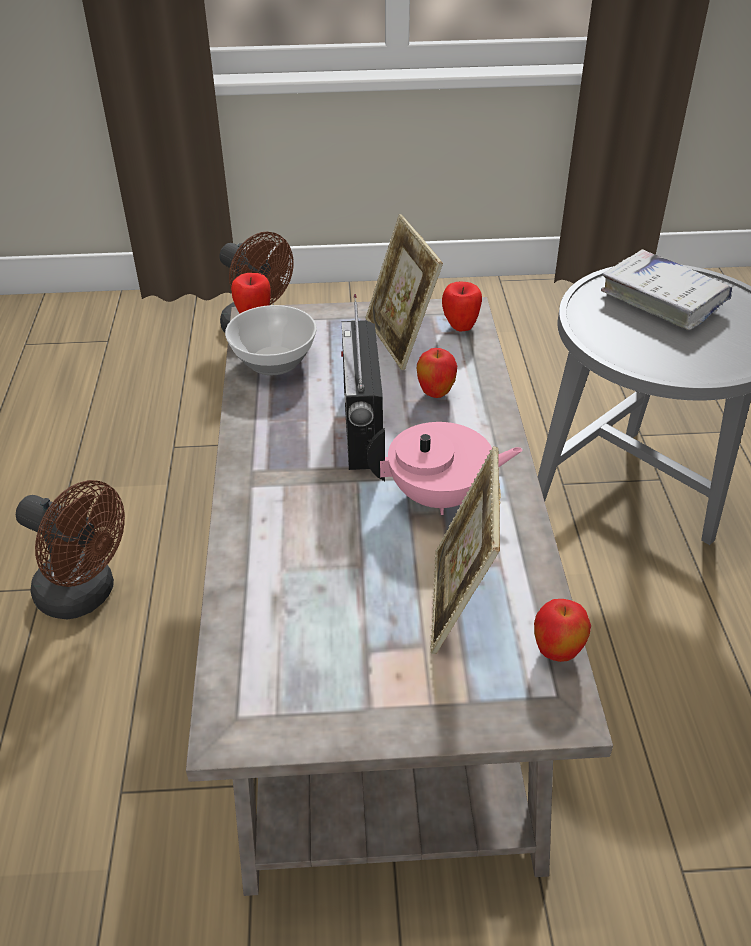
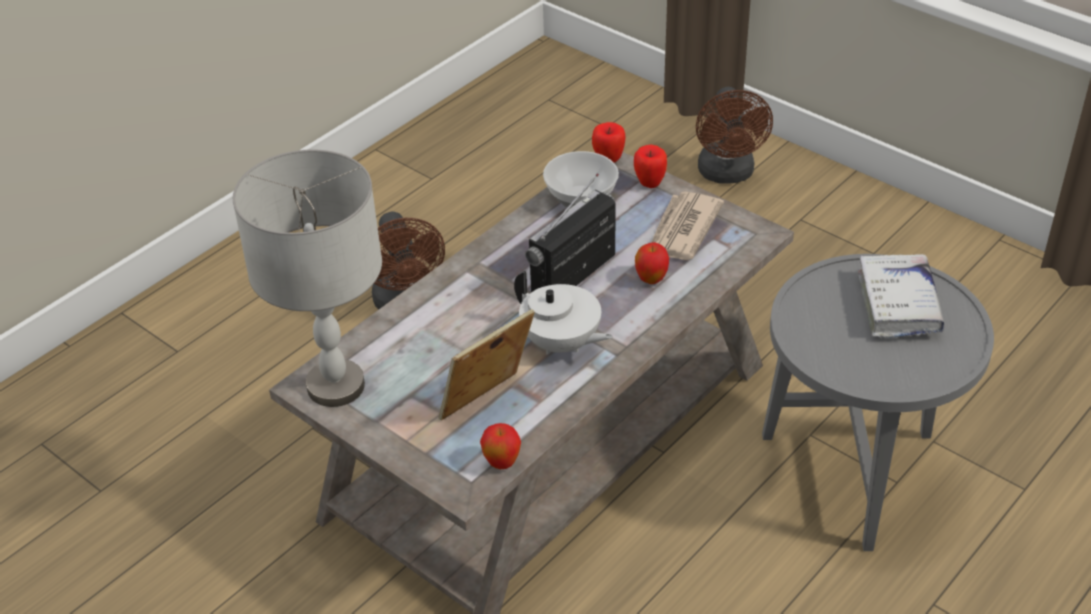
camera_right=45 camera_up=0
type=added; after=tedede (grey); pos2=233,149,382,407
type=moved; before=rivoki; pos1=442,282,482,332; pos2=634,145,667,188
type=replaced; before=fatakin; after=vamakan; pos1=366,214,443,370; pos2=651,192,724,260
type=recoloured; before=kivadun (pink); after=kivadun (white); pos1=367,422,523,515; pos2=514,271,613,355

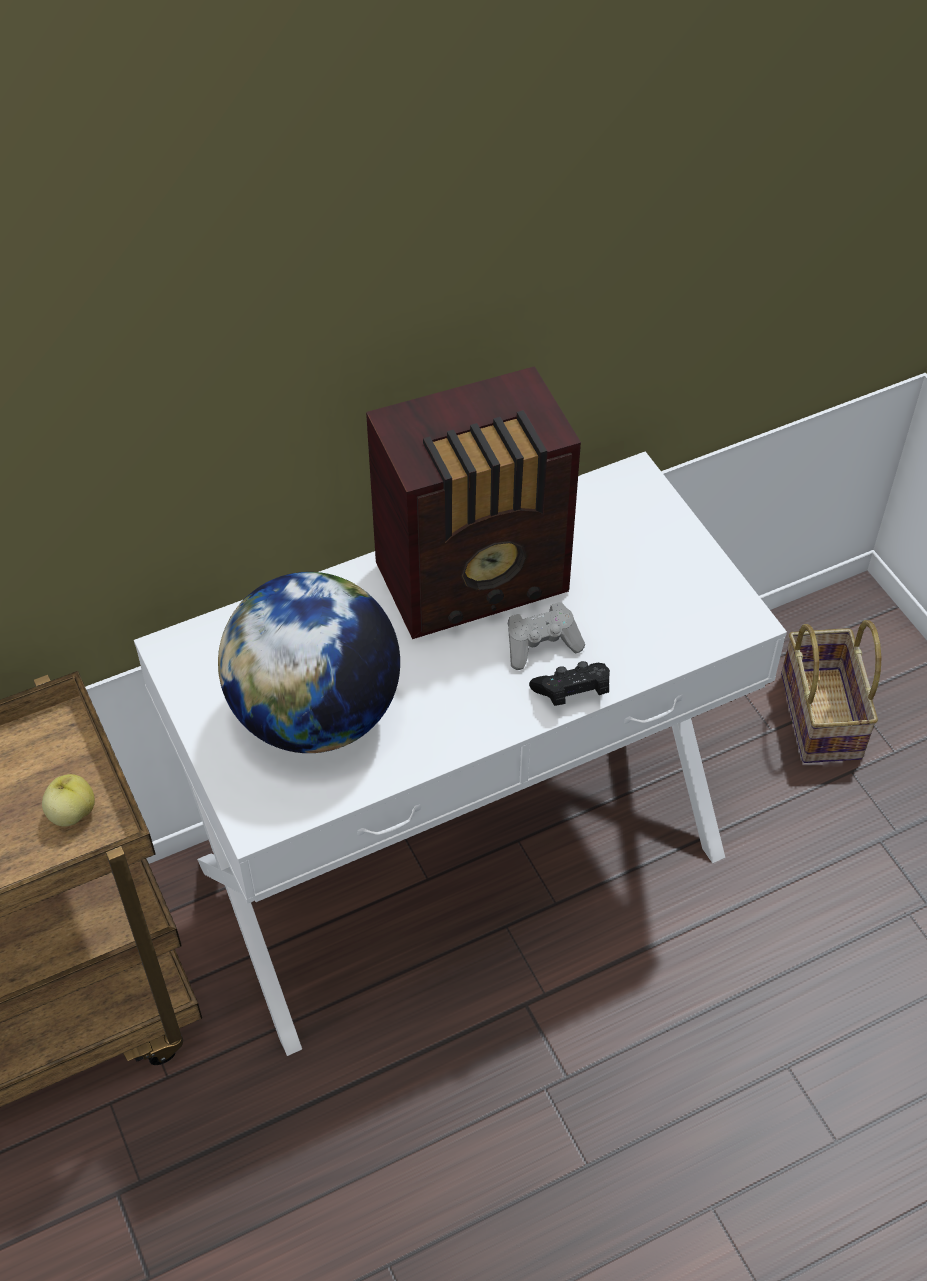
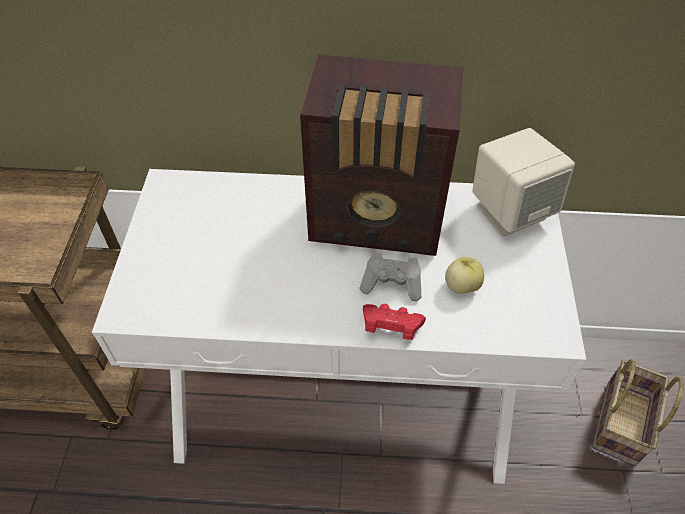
camera_right=30 camera_up=0
type=removed; before=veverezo; pos1=218,572,400,753
type=added; after=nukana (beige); pos2=472,128,575,237
type=moved; before=rivoki; pos1=42,774,95,827; pos2=445,257,484,294
type=recoloured; before=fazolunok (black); after=fazolunok (red); pos1=529,661,610,706; pos2=363,304,426,340

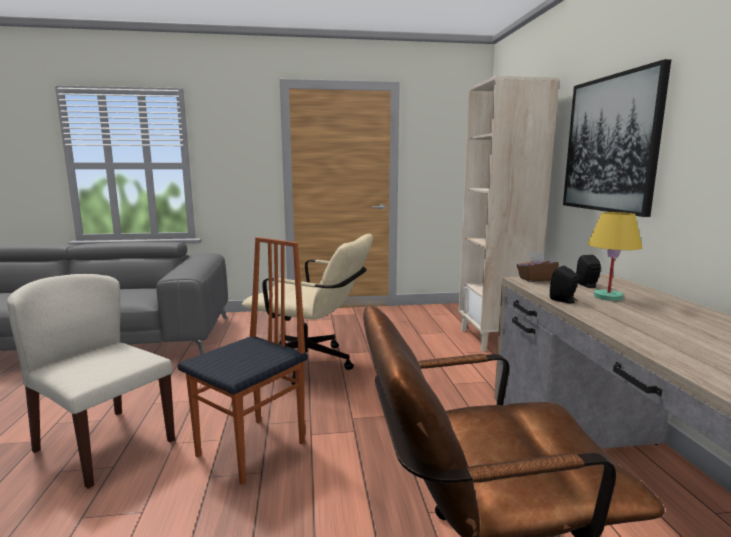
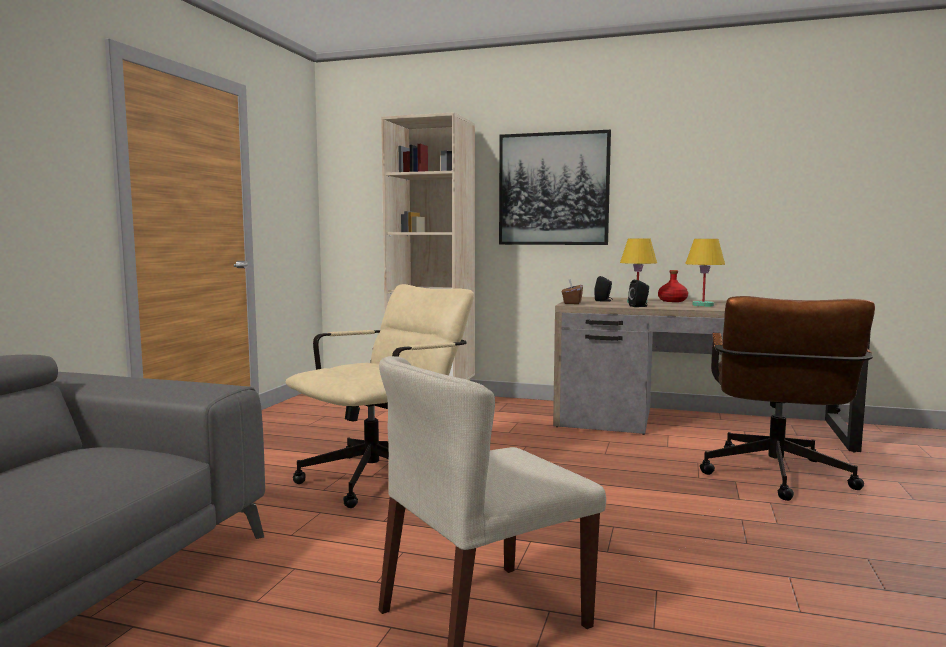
camera_right=-65 camera_up=-5
type=removed; before=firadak; pos1=178,237,308,485
type=added; after=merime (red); pos2=658,270,688,302
type=added; after=tedede (yellow); pos2=685,239,725,307

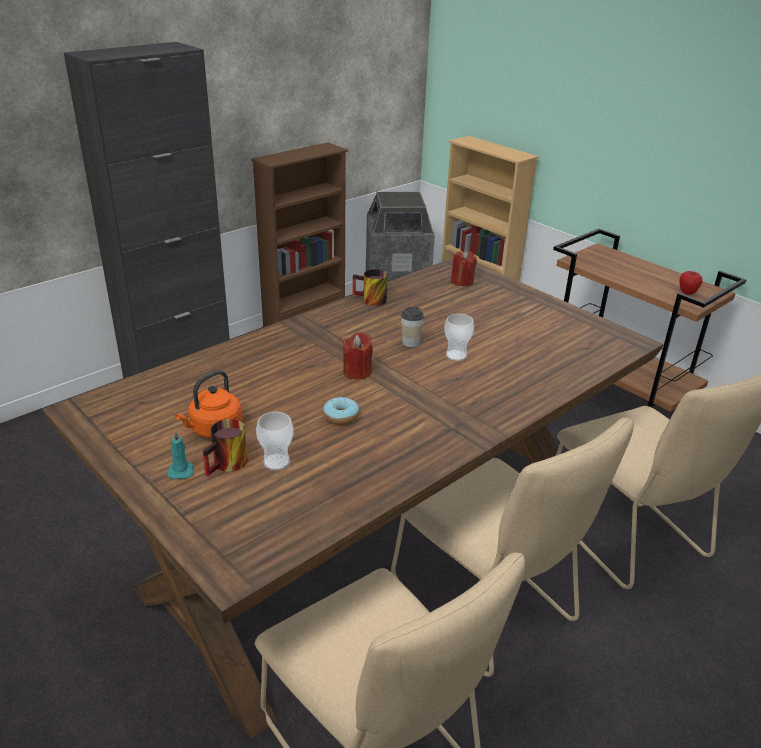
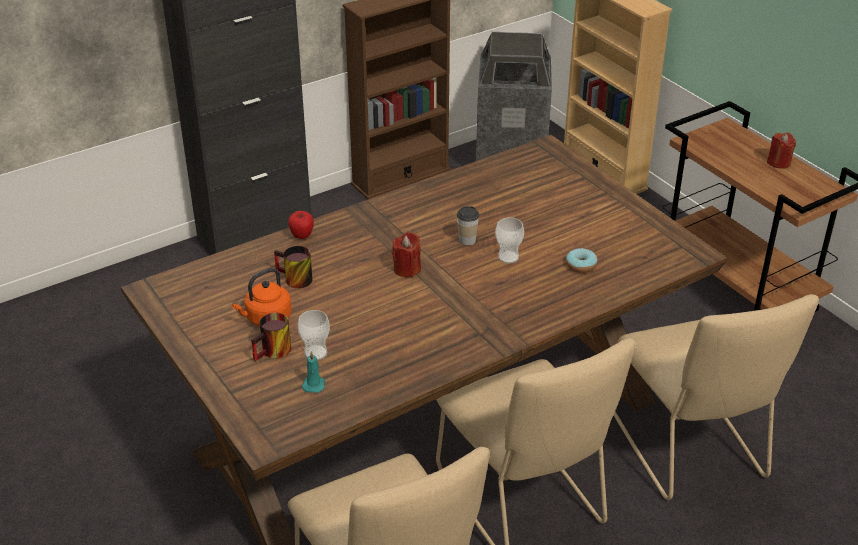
camera_right=10 camera_up=5
type=moved; before=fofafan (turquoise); pos1=167,430,194,480; pos2=302,351,325,393
type=moved; before=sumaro; pos1=323,397,359,425; pos2=566,248,598,273
type=moved; before=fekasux; pos1=352,269,387,306; pos2=274,246,312,288
type=moved; before=fofafan (red); pos1=451,250,477,286; pos2=767,133,796,169
type=moved; before=rivoki; pos1=679,271,703,295; pos2=288,211,314,239

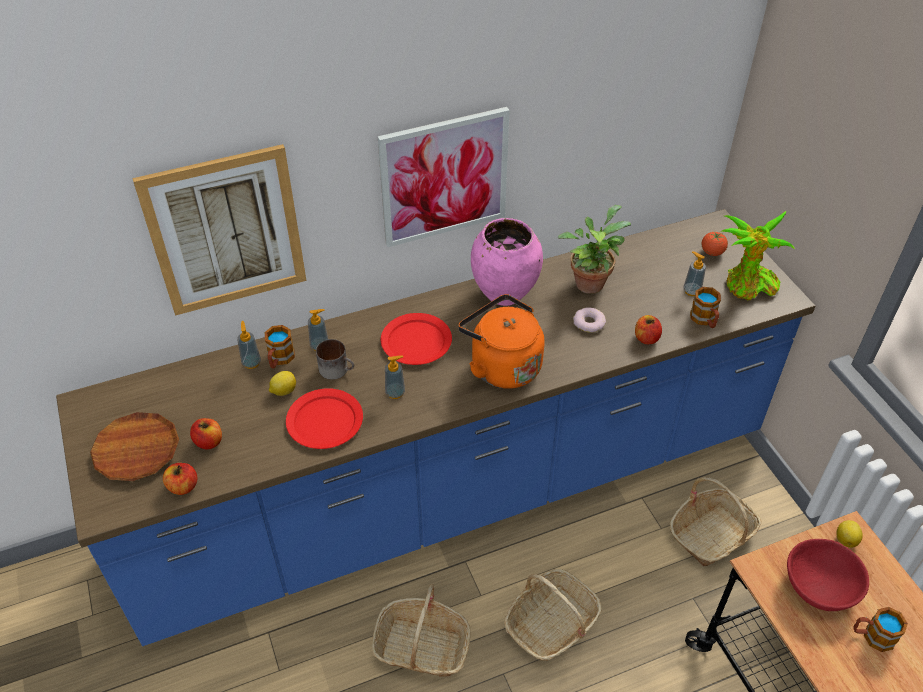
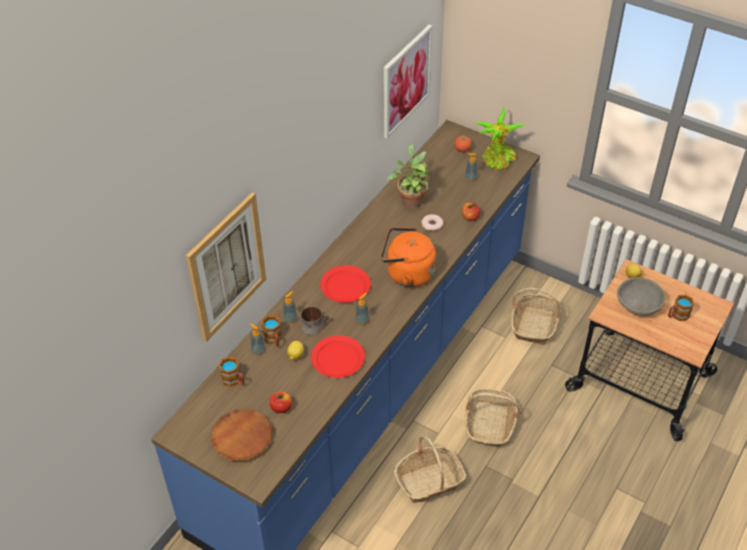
camera_right=-35 camera_up=0
type=removed; before=rivoki; pos1=163,463,197,495
type=removed; before=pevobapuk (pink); pos1=471,218,543,306
type=moved; before=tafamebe; pos1=378,107,510,247; pos2=384,25,433,138
type=moved; before=fekasux; pos1=690,287,721,328; pos2=218,357,244,387
type=recoloured; before=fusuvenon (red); after=fusuvenon (grey); pos1=787,539,869,611; pos2=617,277,665,316

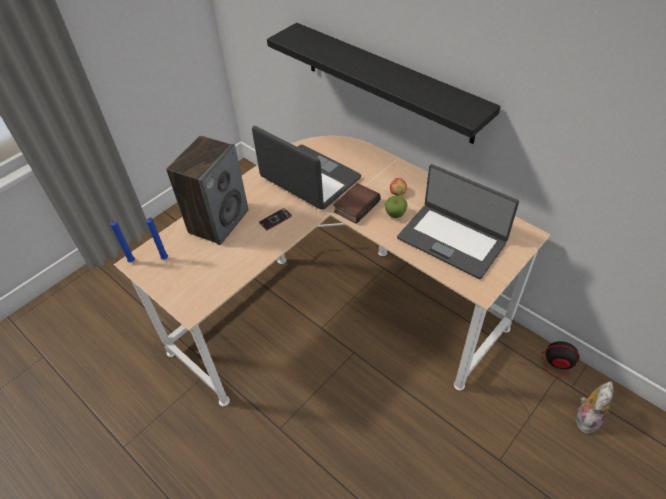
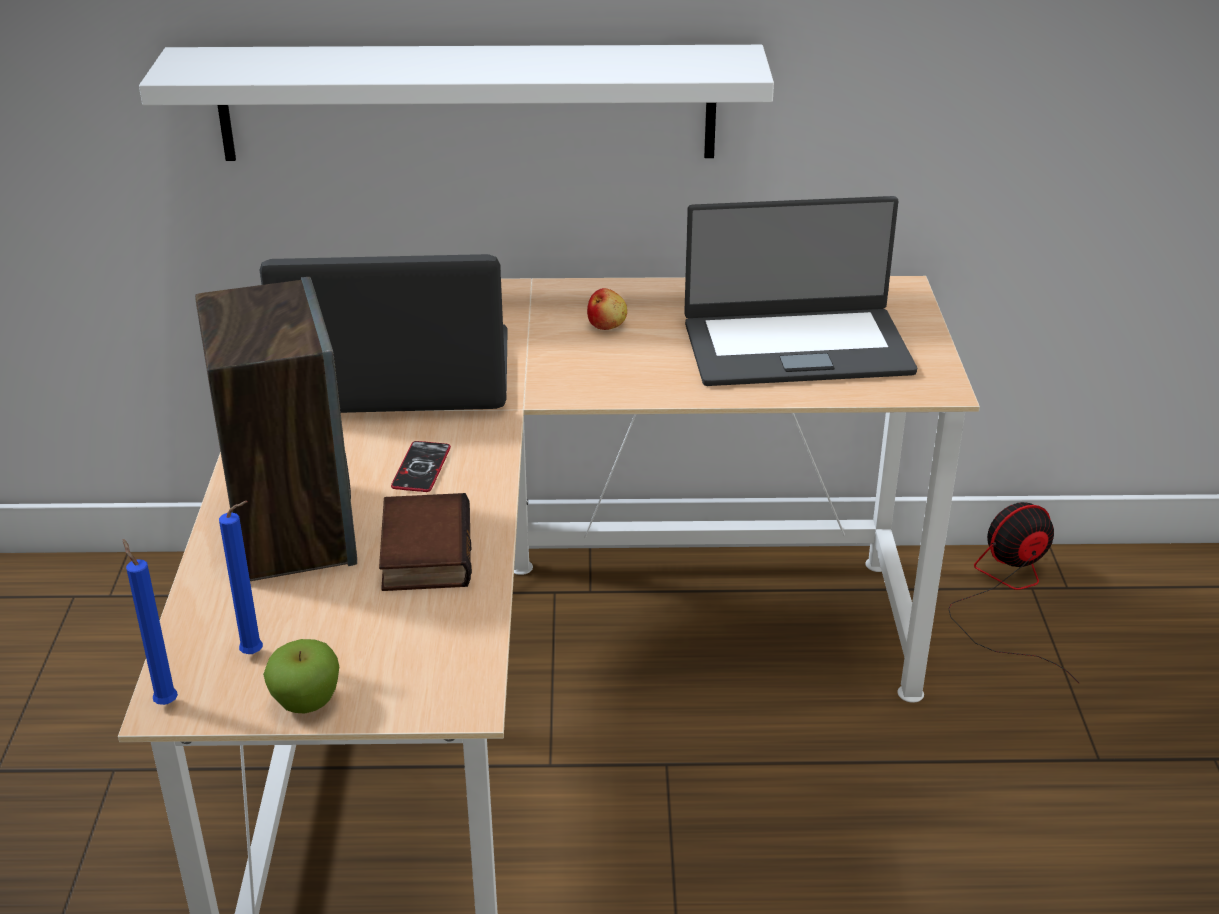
camera_right=-45 camera_up=-15
type=removed; before=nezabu; pos1=576,381,614,434
type=moved; before=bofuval; pos1=333,183,381,224; pos2=379,493,472,591
type=moved; before=rivoki; pos1=384,196,407,218; pos2=263,639,339,714
type=recoloured; before=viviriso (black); after=viviriso (white); pos1=267,23,501,144; pos2=139,45,774,161

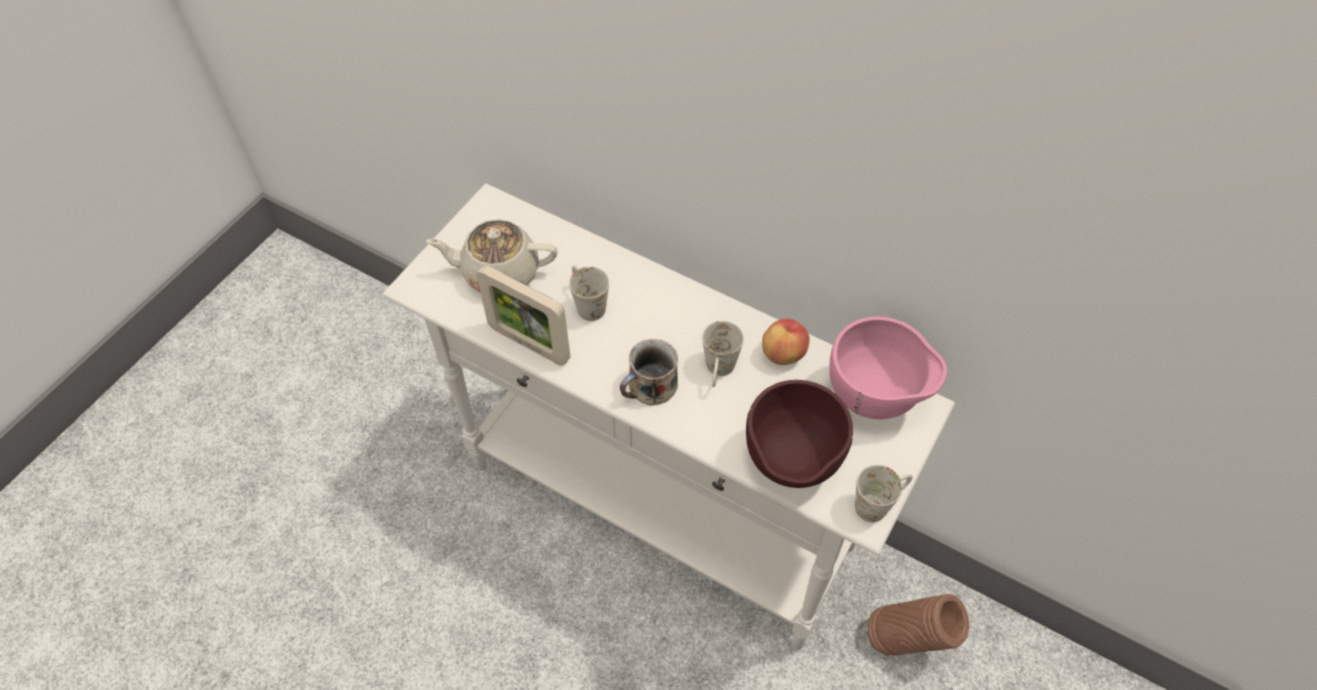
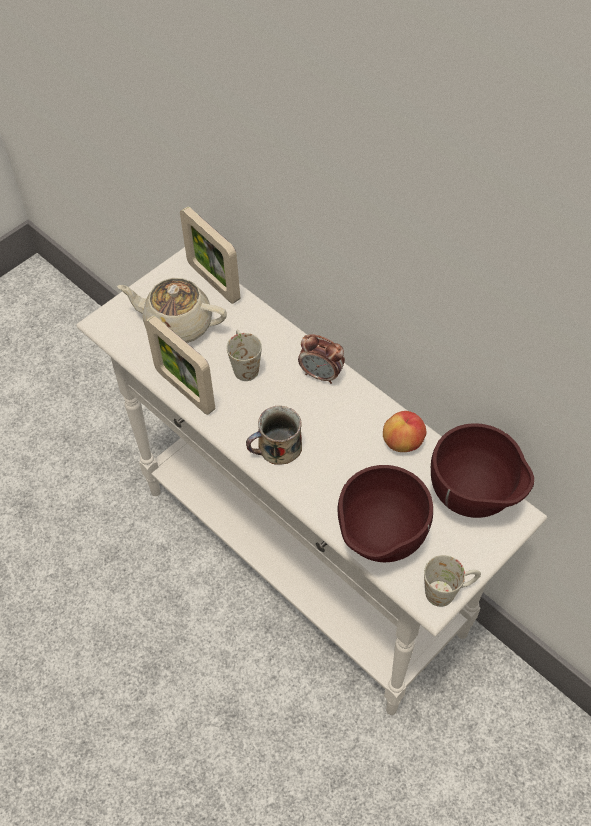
camera_right=15 camera_up=0
type=removed; before=fekasux (white); pos1=702,321,744,387
type=removed; before=pevobapuk (brown); pos1=868,594,969,655
type=added; after=fatakin; pos2=180,207,240,304
type=added; after=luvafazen; pos2=298,334,345,384
type=recoloured; before=fusuvenon (pink); after=fusuvenon (brown); pos1=829,317,947,419; pos2=431,423,534,518

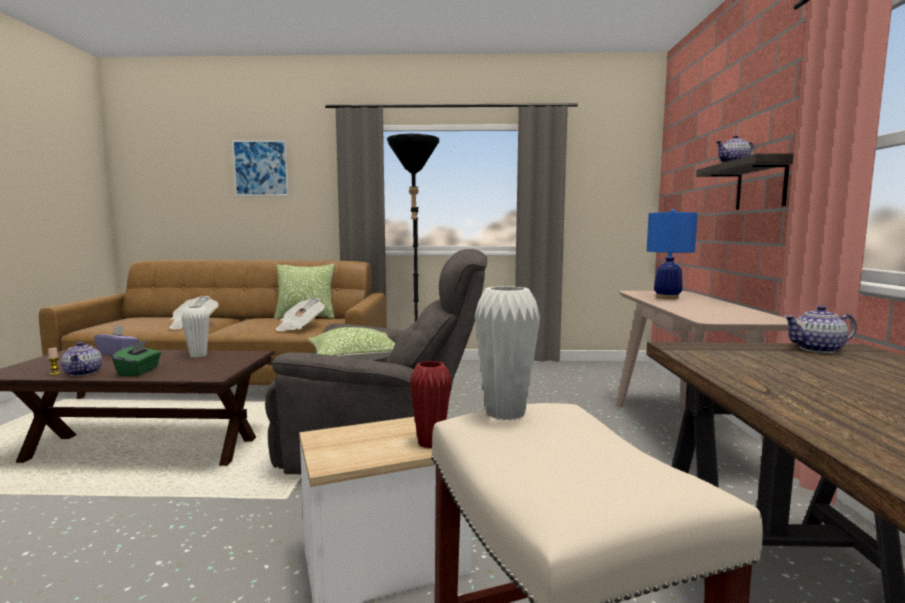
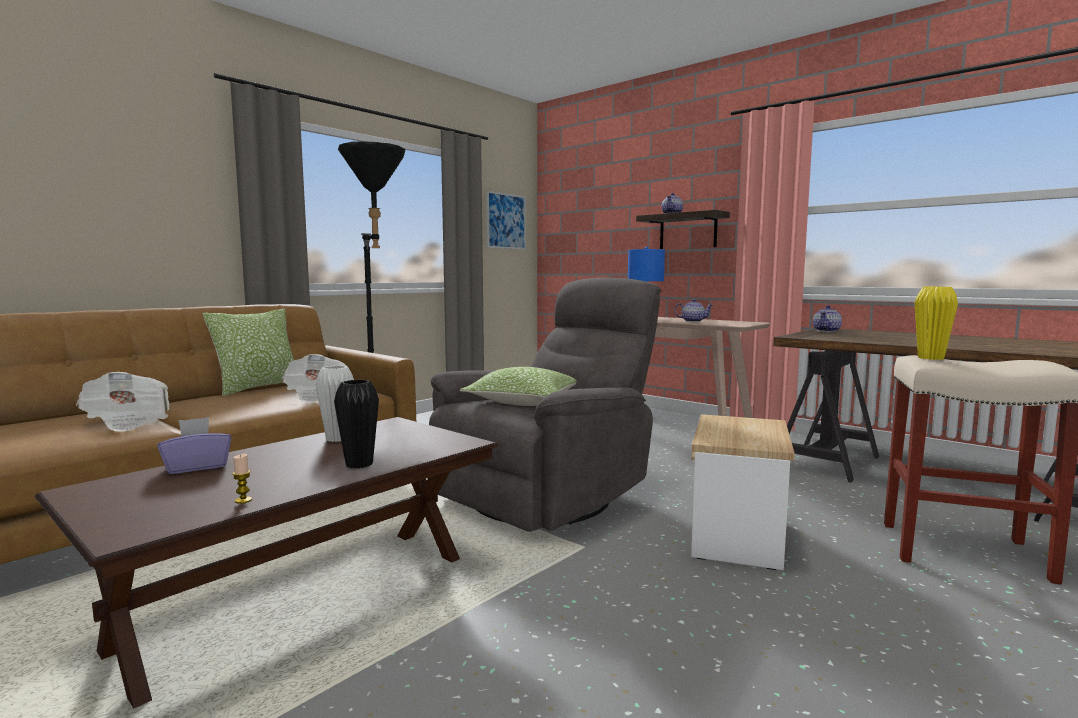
camera_right=-50 camera_up=0
type=removed; before=pevobapuk (red); pos1=410,361,451,449
type=moved; before=kivadun; pos1=61,342,102,376; pos2=674,299,713,322
type=moved; before=tafamebe; pos1=232,140,289,196; pos2=486,191,526,250
type=replaced; before=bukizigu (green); after=pevobapuk (black); pos1=112,339,161,376; pos2=334,380,379,468
type=recoloured; before=pevobapuk (white); after=pevobapuk (yellow); pos1=475,286,540,420; pos2=915,287,958,360

